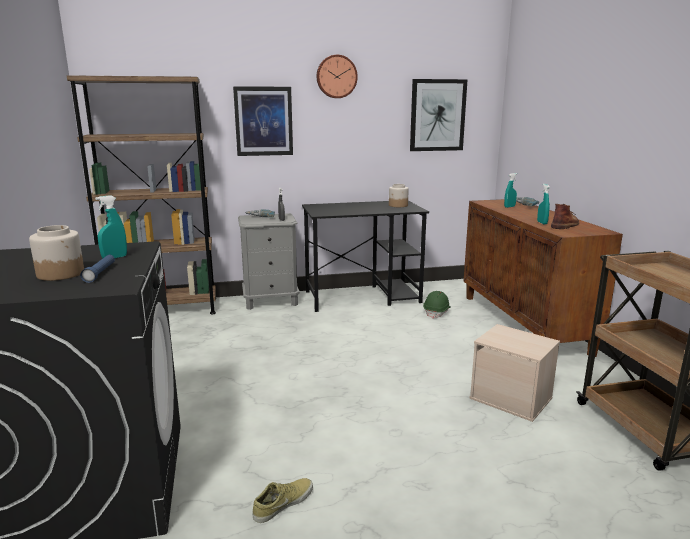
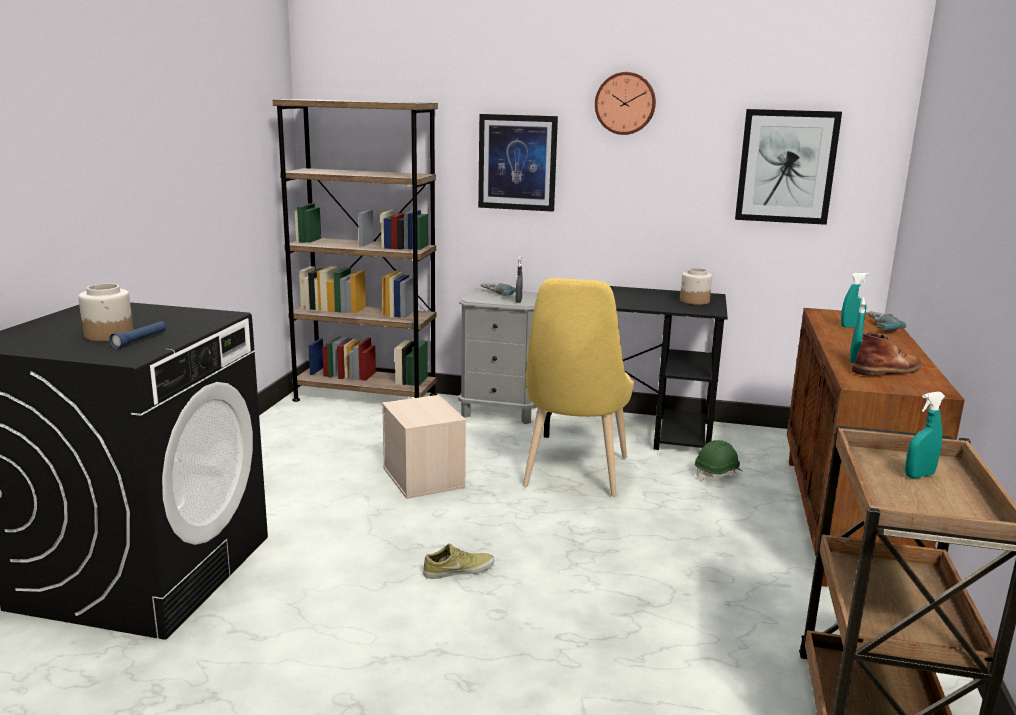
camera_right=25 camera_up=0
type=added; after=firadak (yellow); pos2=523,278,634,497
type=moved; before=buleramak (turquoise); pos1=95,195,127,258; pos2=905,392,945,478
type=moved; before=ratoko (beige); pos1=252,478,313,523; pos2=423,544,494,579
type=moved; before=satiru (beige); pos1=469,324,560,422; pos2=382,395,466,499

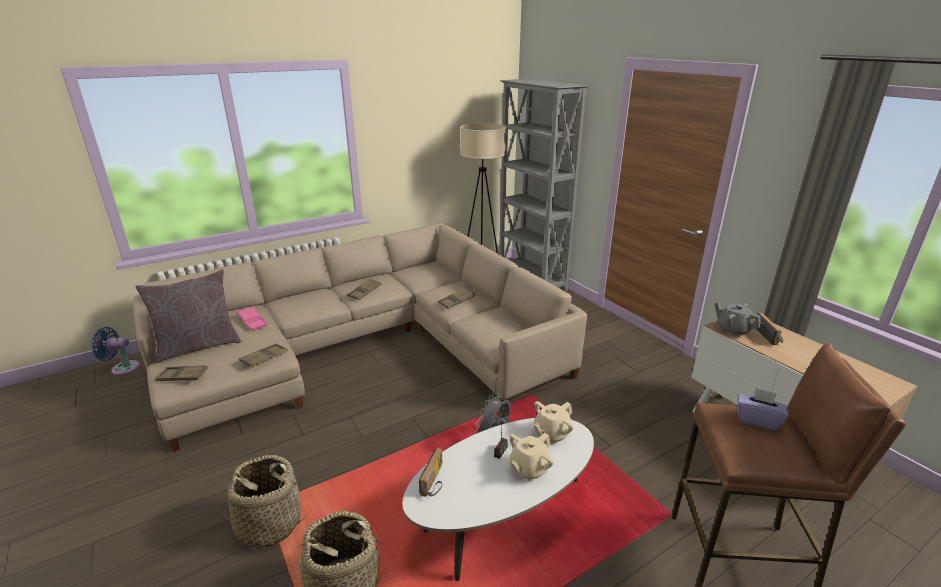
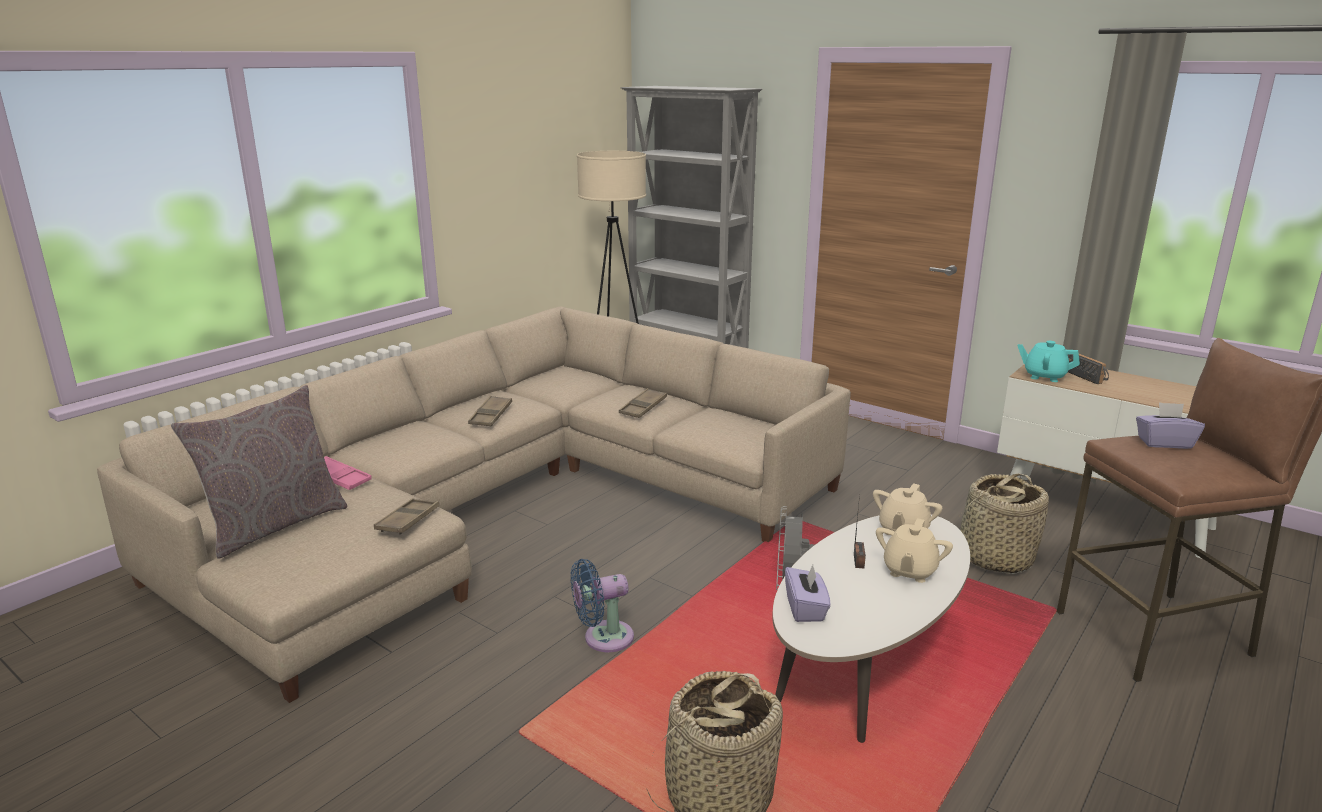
camera_right=-20 camera_up=-5
type=removed; before=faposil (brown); pos1=155,365,208,381
type=moved; before=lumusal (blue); pos1=92,327,140,376; pos2=571,559,634,652
type=moved; before=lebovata; pos1=217,455,308,548; pos2=960,474,1049,574
type=replaced; before=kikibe; after=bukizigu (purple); pos1=419,448,442,497; pos2=785,565,831,622
type=recoloured; before=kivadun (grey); after=kivadun (turquoise); pos1=714,302,761,337; pos2=1018,341,1080,382

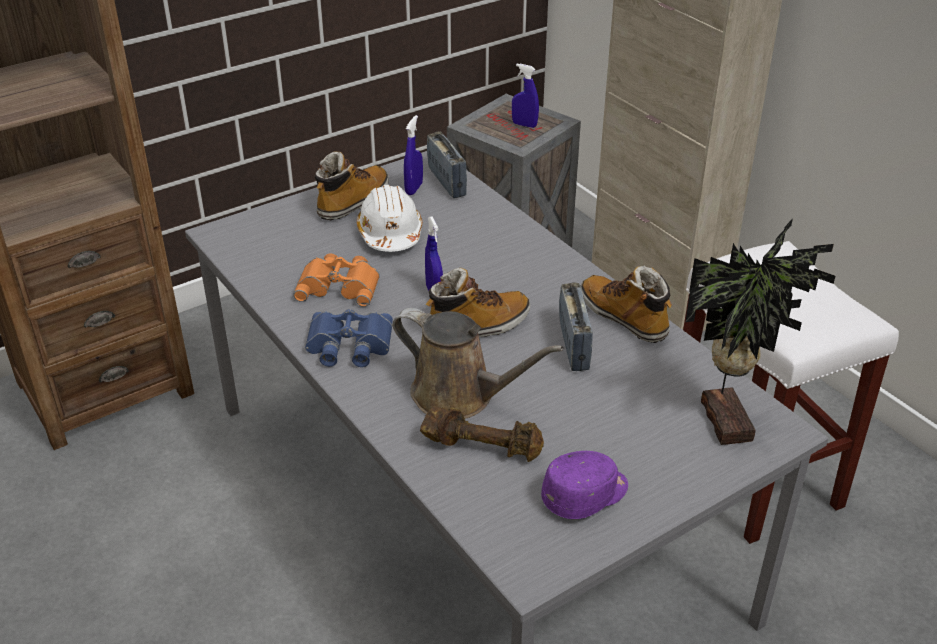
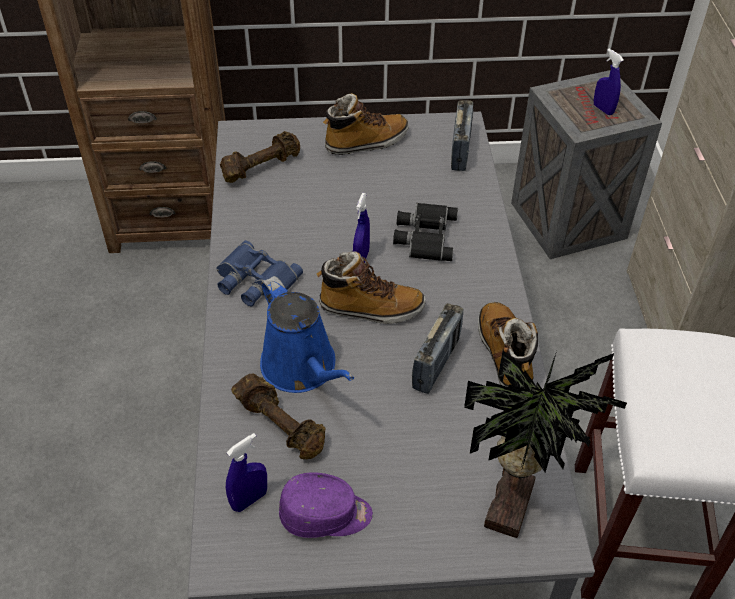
camera_right=30 camera_up=10
type=removed; before=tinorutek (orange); pos1=293,253,380,307
type=removed; before=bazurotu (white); pos1=357,184,422,252
type=added; after=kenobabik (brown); pos2=220,131,300,183
type=added; after=tinorutek (black); pos2=393,203,458,261
type=moved; before=buleramak (blue); pos1=404,115,423,195; pos2=226,433,267,512
type=recoloured; before=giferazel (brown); after=giferazel (blue); pos1=393,308,564,419; pos2=260,276,354,393

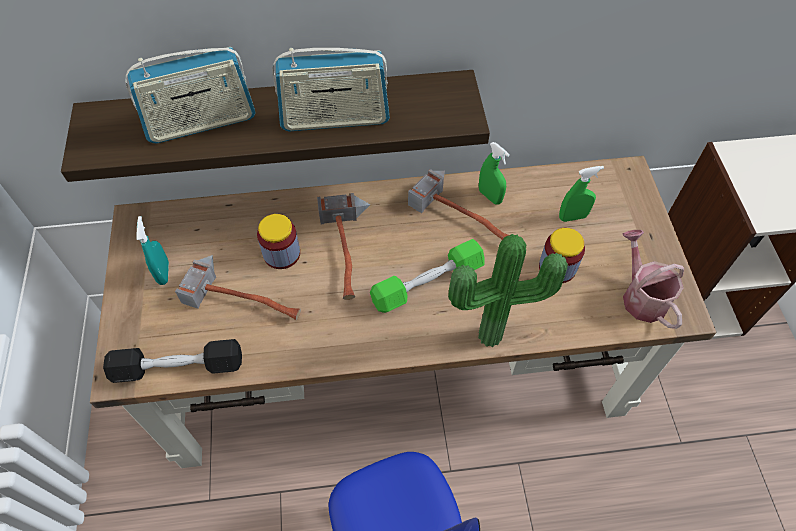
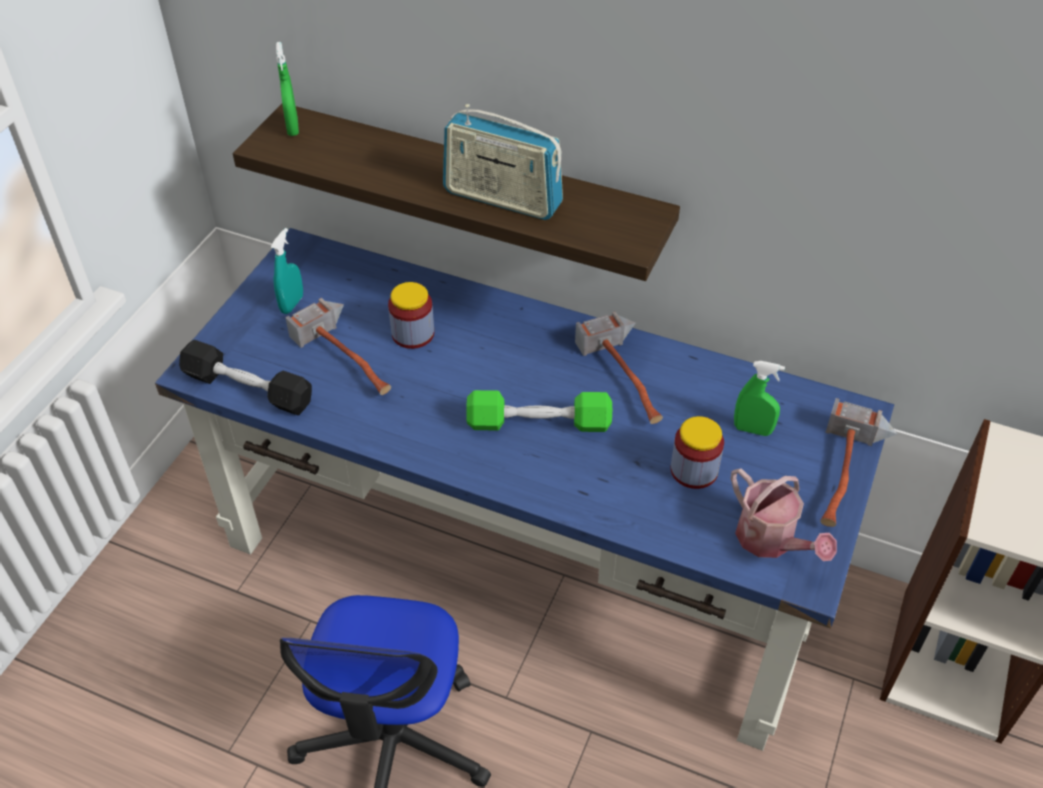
camera_right=30 camera_up=-10
type=removed; before=kikibe; pos1=125,47,256,143
type=removed; before=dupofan; pos1=448,234,568,347
type=moved; before=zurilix; pos1=317,193,371,300; pos2=820,398,897,527
type=moved; before=buleramak (green); pos1=479,142,510,205; pos2=276,42,299,136
type=recoloured; before=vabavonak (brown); after=vabavonak (blue); pos1=90,156,717,468; pos2=155,228,894,751
type=turned; before=giferazel; pos1=623,230,684,329; pos2=731,468,837,561; turn=135

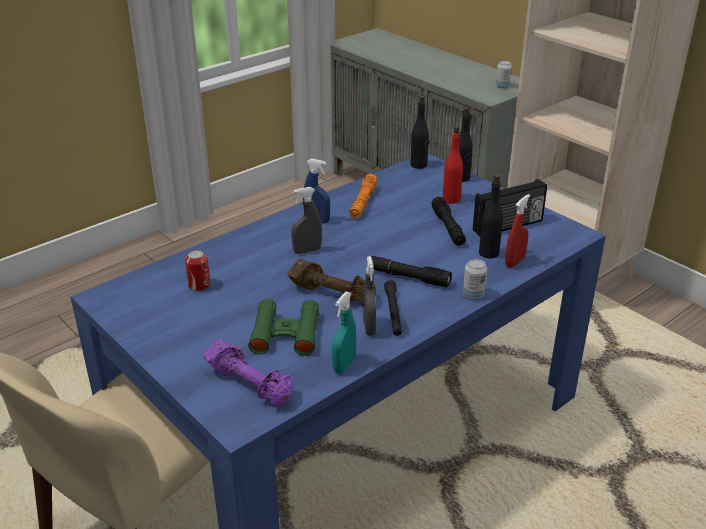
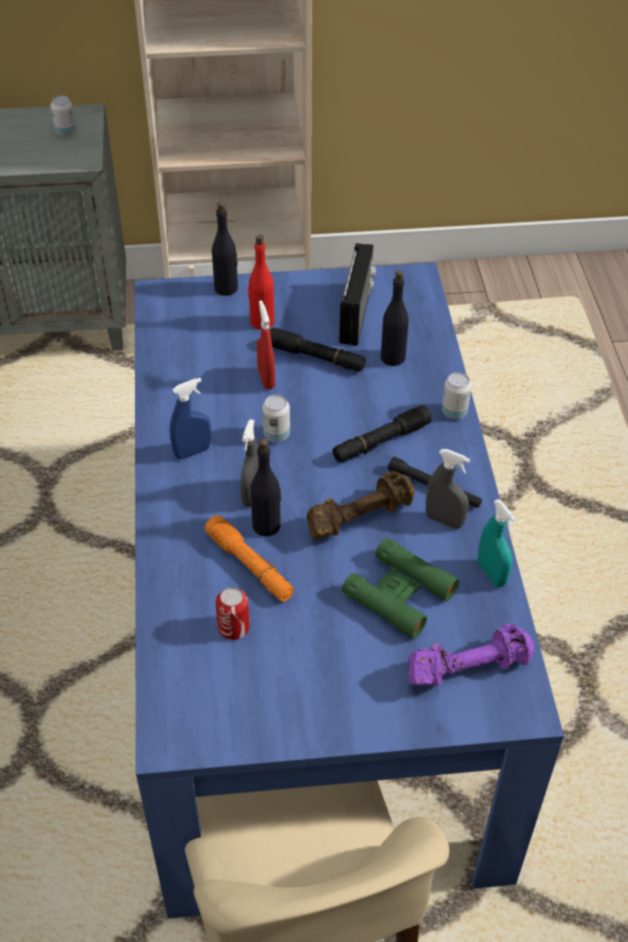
camera_right=-55 camera_up=15
type=added; after=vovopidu; pos2=262,394,290,442
type=moved; before=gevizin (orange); pos1=349,174,378,219; pos2=205,515,294,602
type=moved; before=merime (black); pos1=410,95,429,169; pos2=250,439,281,536
type=moved; before=buleramak (red); pos1=505,194,530,268; pos2=257,300,275,390

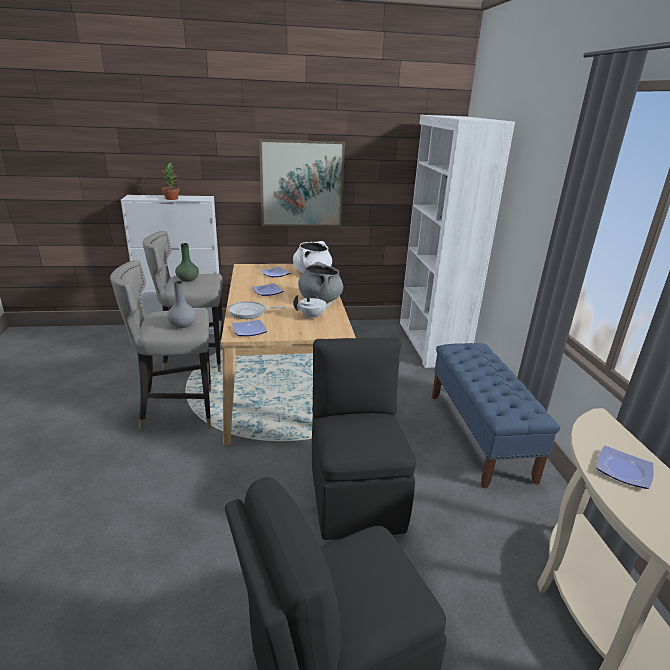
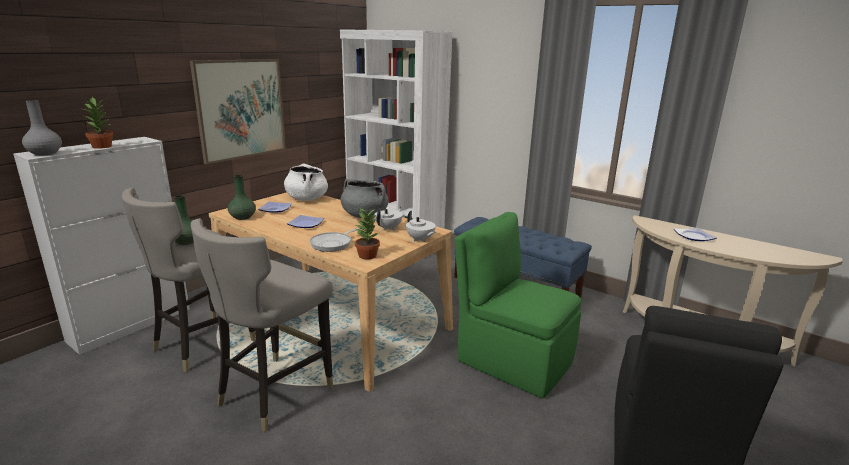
camera_right=-45 camera_up=-5
type=added; after=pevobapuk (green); pos2=228,175,256,220
type=added; after=kivadun (white); pos2=406,211,436,242
type=moved; before=pevobapuk (grey); pos1=167,281,197,328; pos2=22,100,62,156
type=replaced; before=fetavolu; after=dupofan; pos1=232,320,267,336; pos2=355,208,380,260
type=recoloured; before=firadak (black); after=firadak (green); pos1=312,337,416,540; pos2=454,212,581,399

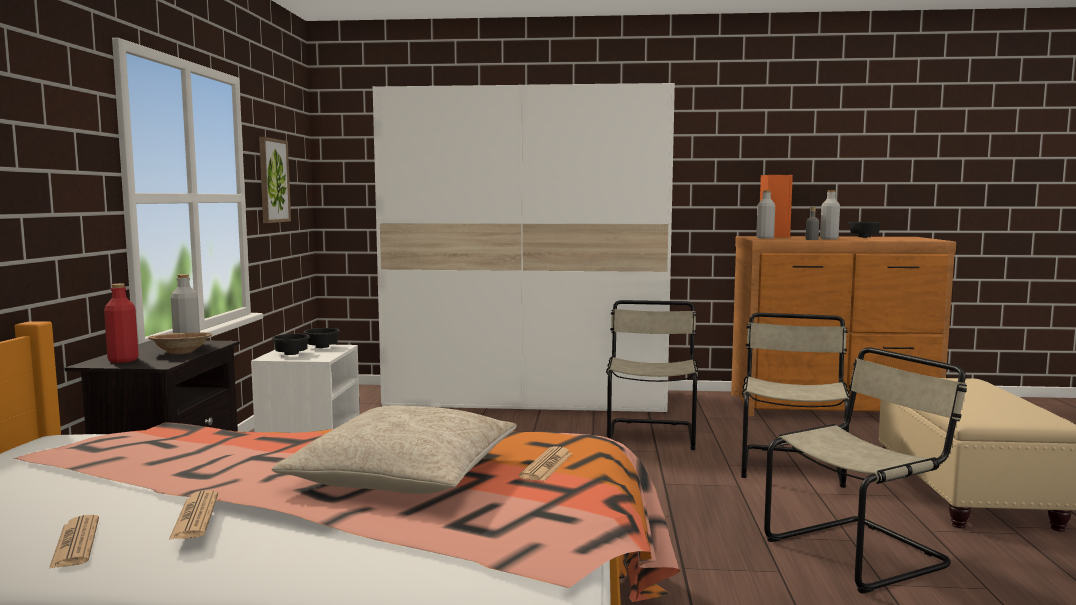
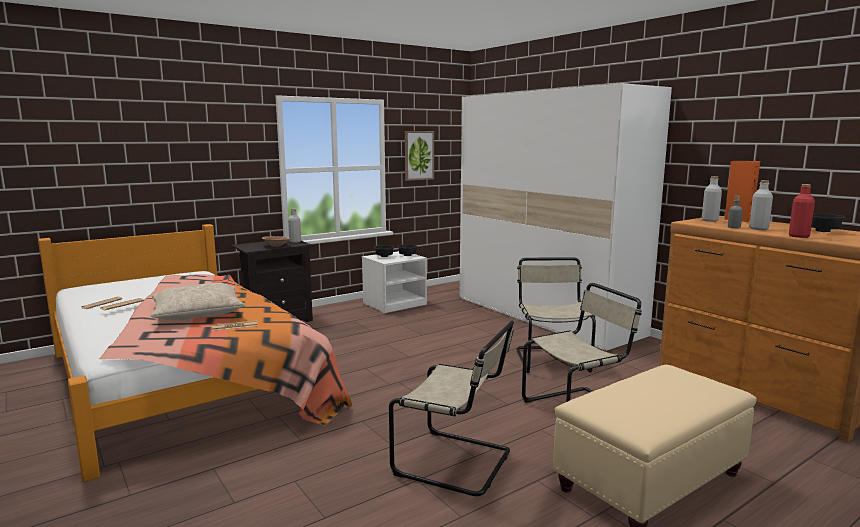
camera_right=50 camera_up=5
type=moved; before=merime (red); pos1=104,284,139,363; pos2=789,184,815,238
type=turned; before=firadak (beige); pos1=606,300,699,450; pos2=516,257,596,373; turn=-60

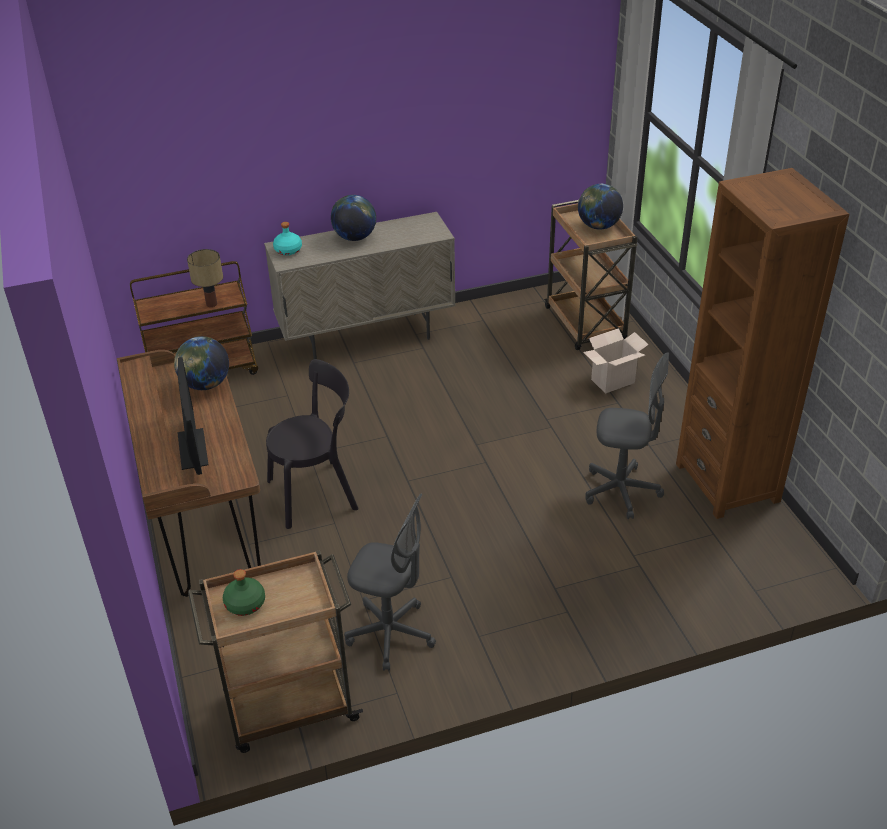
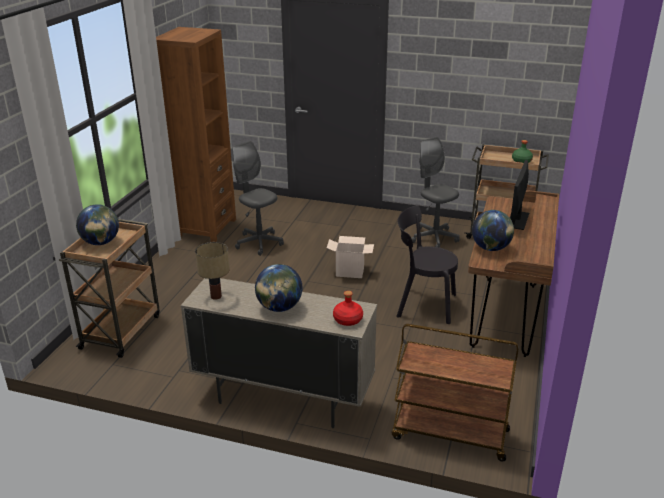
camera_right=-145 camera_up=-10
type=moved; before=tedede; pos1=187,249,223,307; pos2=195,242,230,300
type=moved; before=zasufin; pos1=583,328,649,394; pos2=327,236,374,278
type=recoloured; before=merime (turquoise); after=merime (red); pos1=273,222,302,255; pos2=333,291,363,326

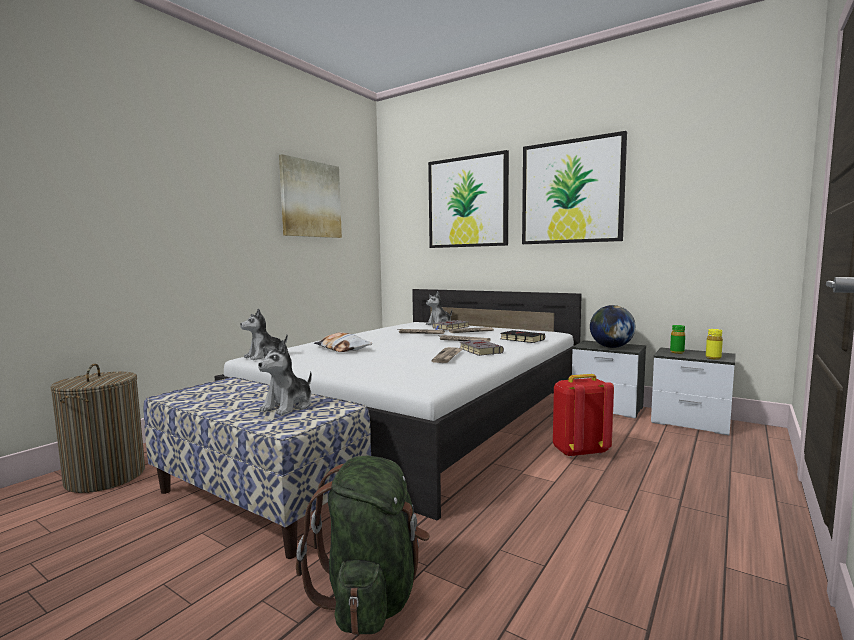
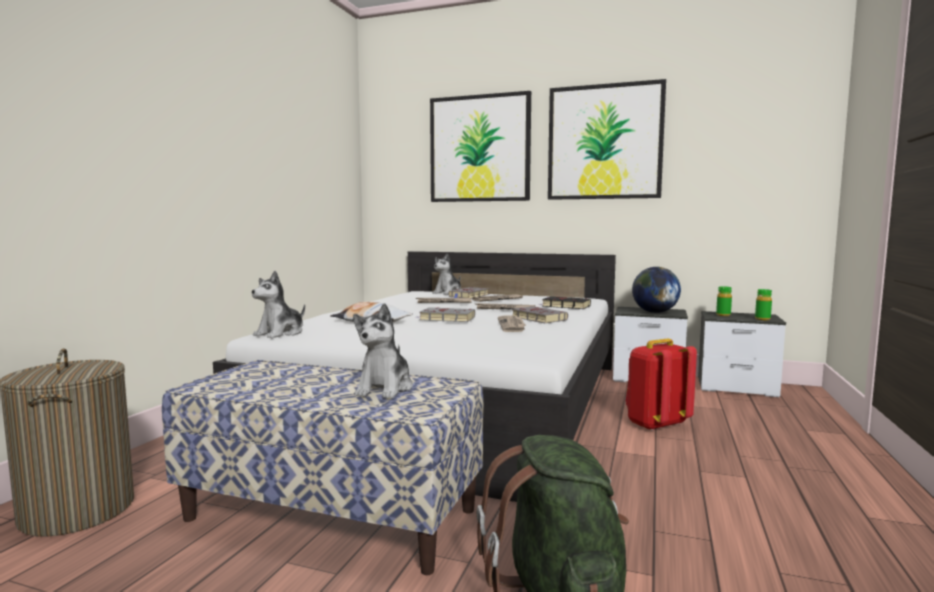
camera_right=-15 camera_up=0
type=removed; before=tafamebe; pos1=279,154,342,238
type=added; after=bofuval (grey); pos2=415,307,475,322
type=recoloured; before=merime (yellow); after=merime (green); pos1=706,329,723,360; pos2=755,289,772,320

